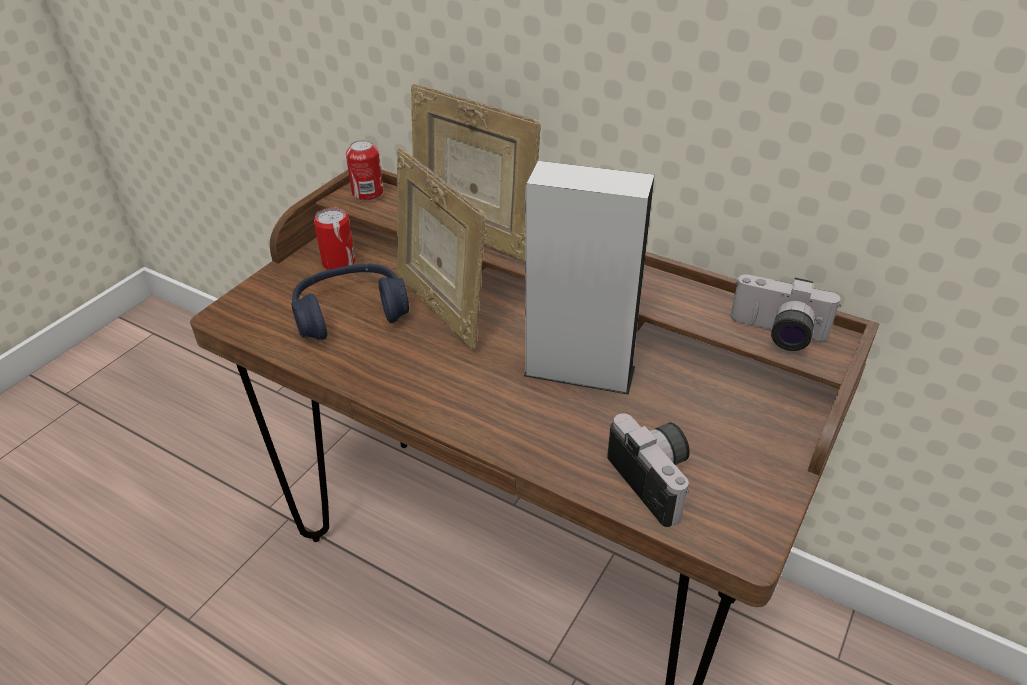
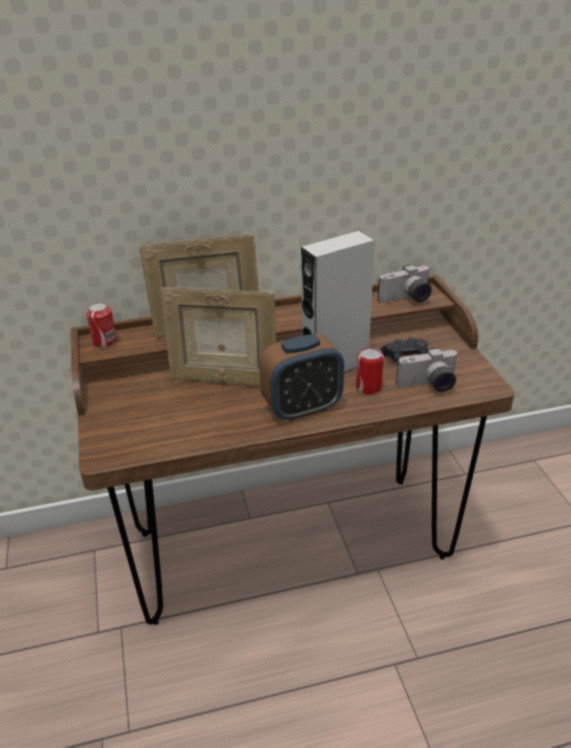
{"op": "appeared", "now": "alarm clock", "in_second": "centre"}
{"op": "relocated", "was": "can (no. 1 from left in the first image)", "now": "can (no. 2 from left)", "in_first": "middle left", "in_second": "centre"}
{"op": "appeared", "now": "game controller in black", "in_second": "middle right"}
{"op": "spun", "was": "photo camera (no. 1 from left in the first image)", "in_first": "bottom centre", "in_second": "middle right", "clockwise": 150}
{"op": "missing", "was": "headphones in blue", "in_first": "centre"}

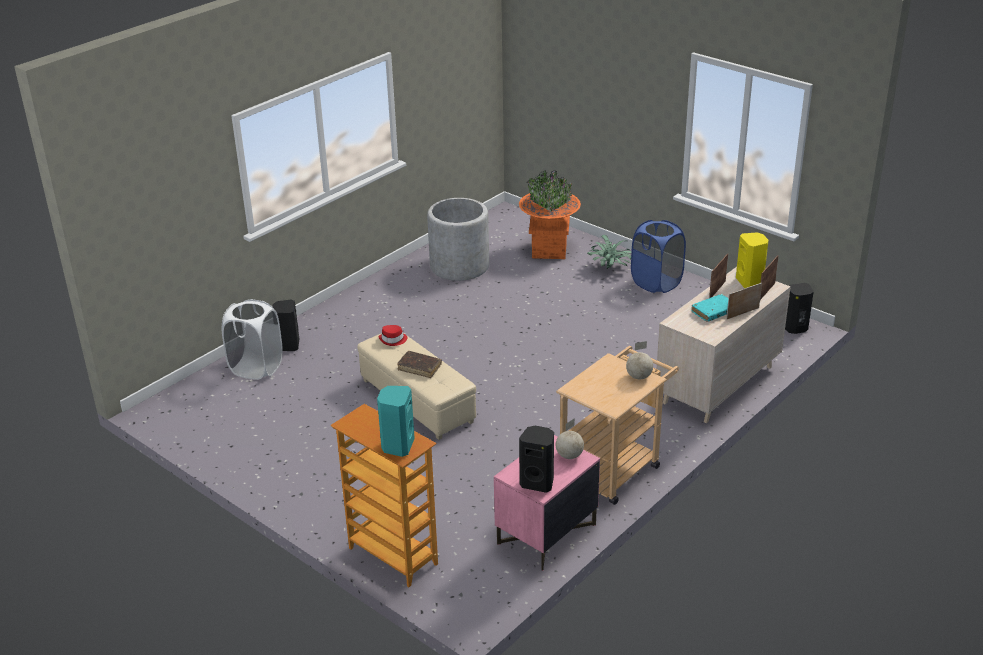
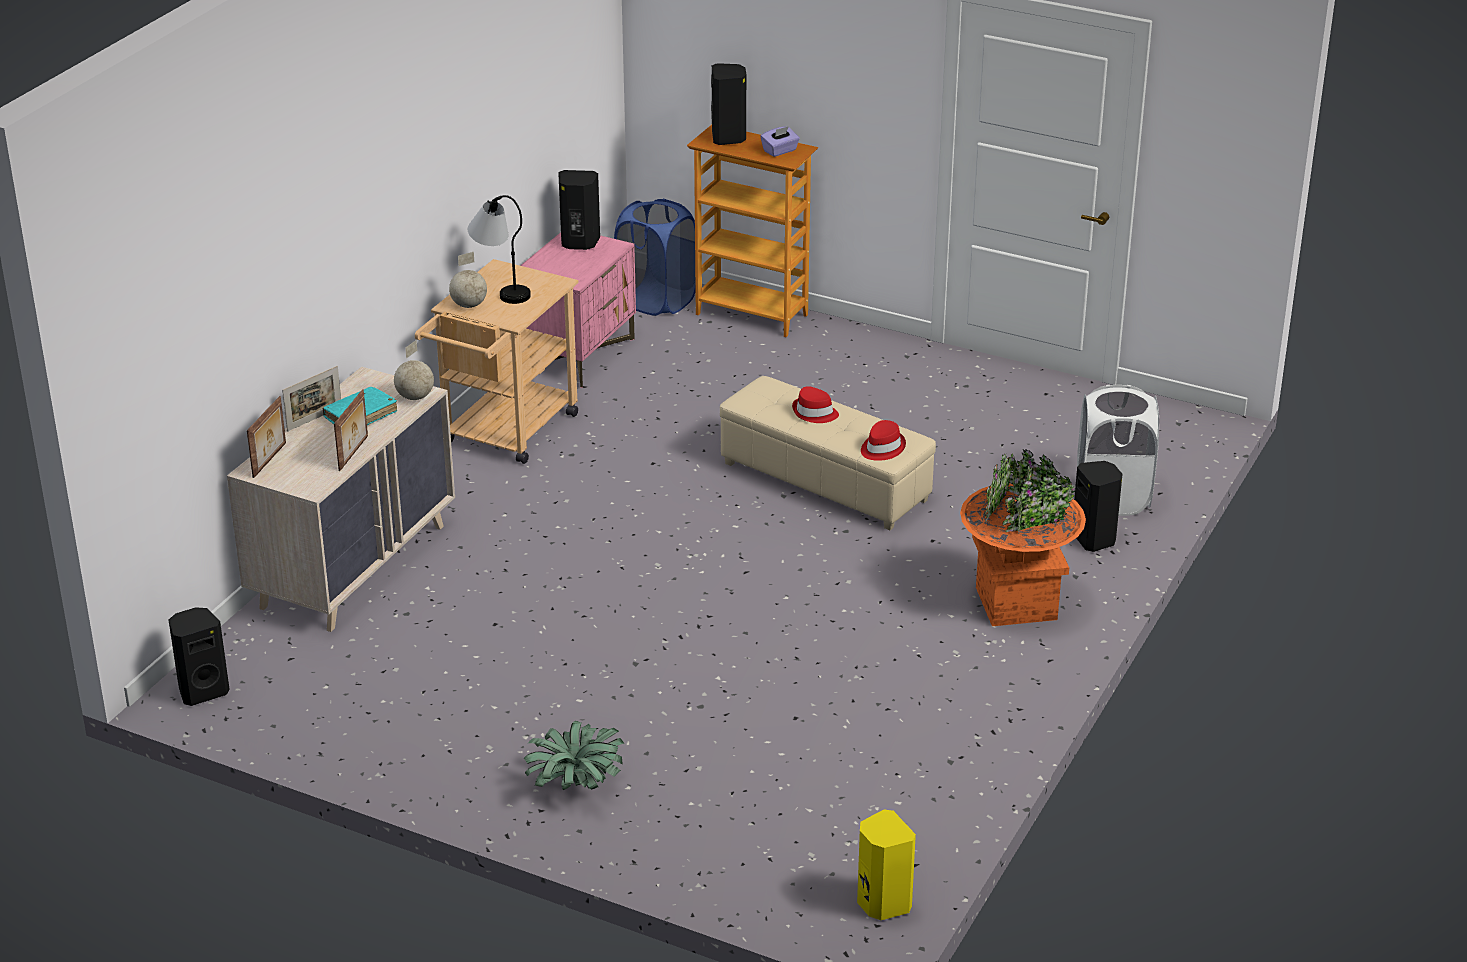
{"op": "relocated", "was": "globe (no. 1 from left)", "in_first": "bottom centre", "in_second": "middle left"}
{"op": "appeared", "now": "table lamp", "in_second": "top centre"}
{"op": "relocated", "was": "laundry basket in blue", "in_first": "middle right", "in_second": "top centre"}
{"op": "colour", "was": "speaker in turquoise", "now": "speaker in black (no. 3 from left)", "in_first": "centre", "in_second": "top centre"}
{"op": "appeared", "now": "tissue box in purple", "in_second": "top centre"}
{"op": "exchanged", "was": "book in brown", "now": "hat in red (no. 1 from left)", "in_first": "centre", "in_second": "centre"}
{"op": "relocated", "was": "speaker in yellow", "in_first": "middle right", "in_second": "bottom centre"}
{"op": "relocated", "was": "planter in orange", "in_first": "top centre", "in_second": "middle right"}
{"op": "missing", "was": "planter in grey", "in_first": "centre"}

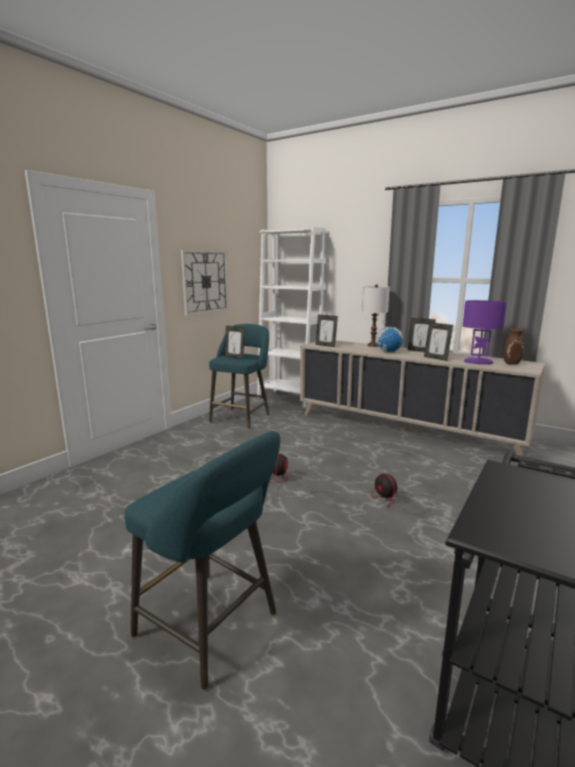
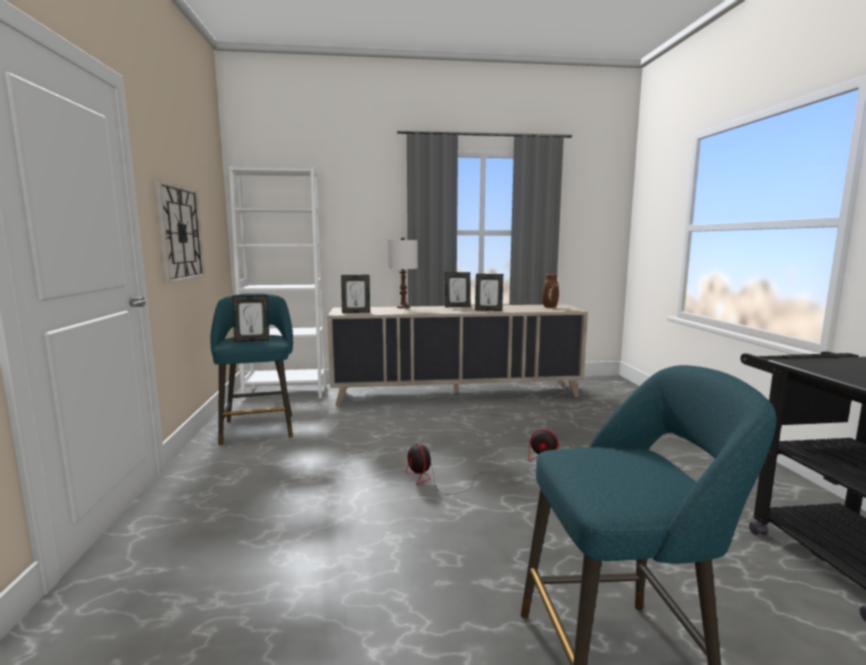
{"op": "missing", "was": "globe", "in_first": "middle right"}
{"op": "missing", "was": "table lamp in purple", "in_first": "middle right"}

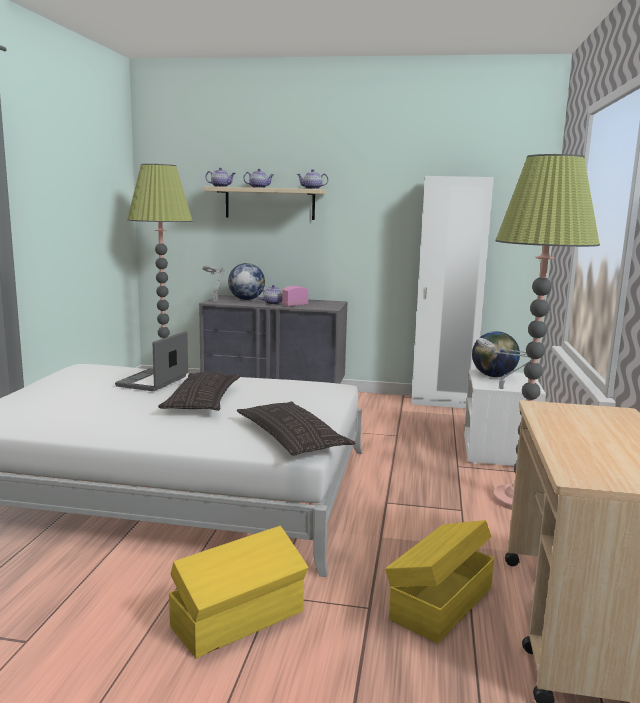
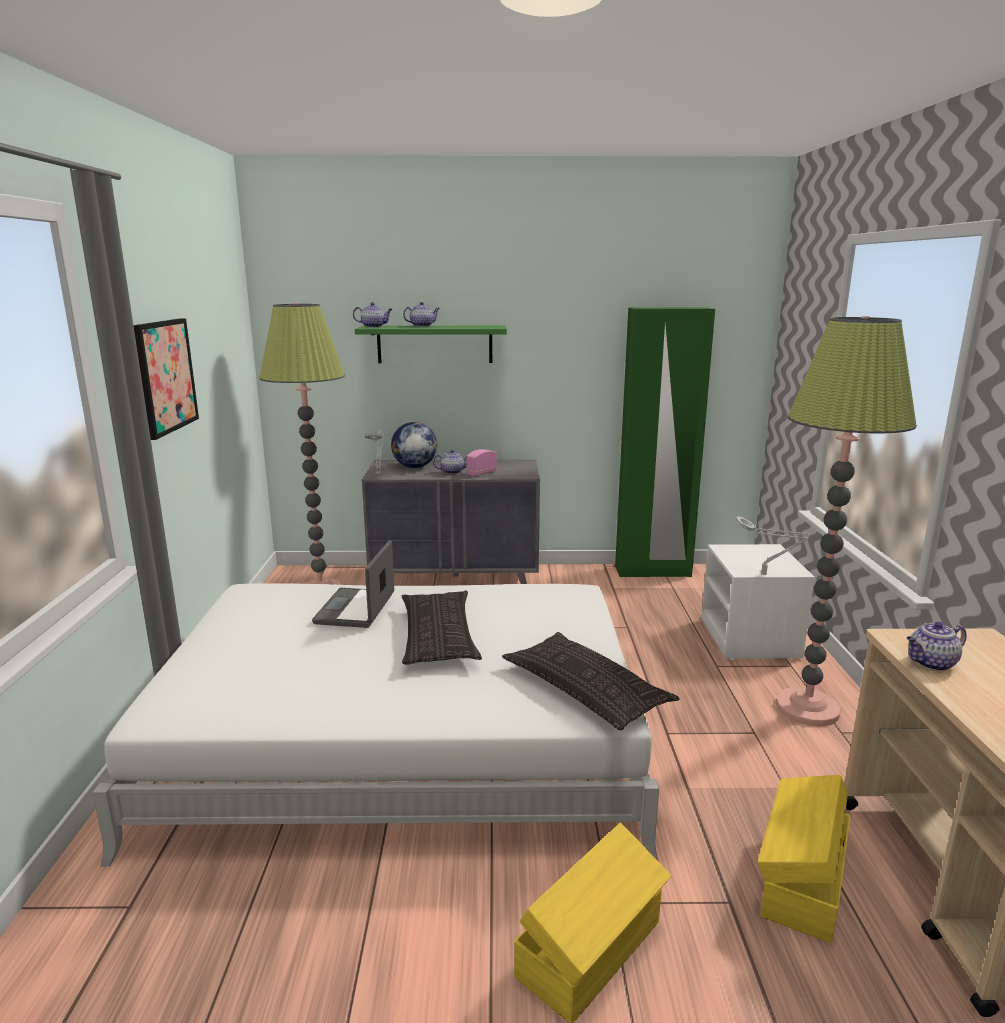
{"op": "appeared", "now": "picture", "in_second": "middle left"}
{"op": "colour", "was": "shelf in beige", "now": "shelf in green", "in_first": "top centre", "in_second": "centre"}
{"op": "colour", "was": "wardrobe in white", "now": "wardrobe in green", "in_first": "middle right", "in_second": "centre"}
{"op": "relocated", "was": "teapot (no. 4 from left)", "in_first": "top centre", "in_second": "middle right"}
{"op": "missing", "was": "globe (no. 2 from left)", "in_first": "middle right"}

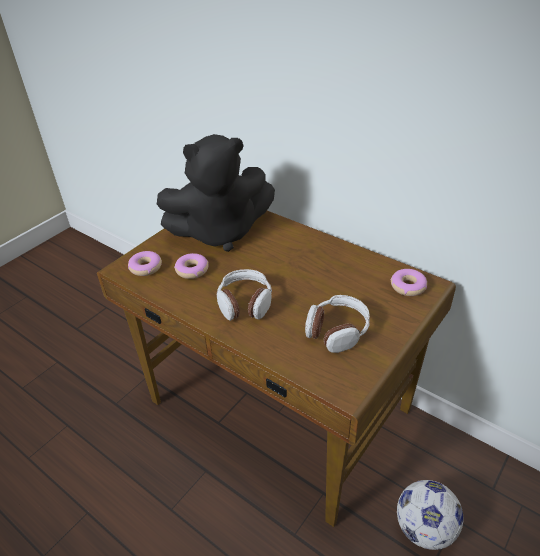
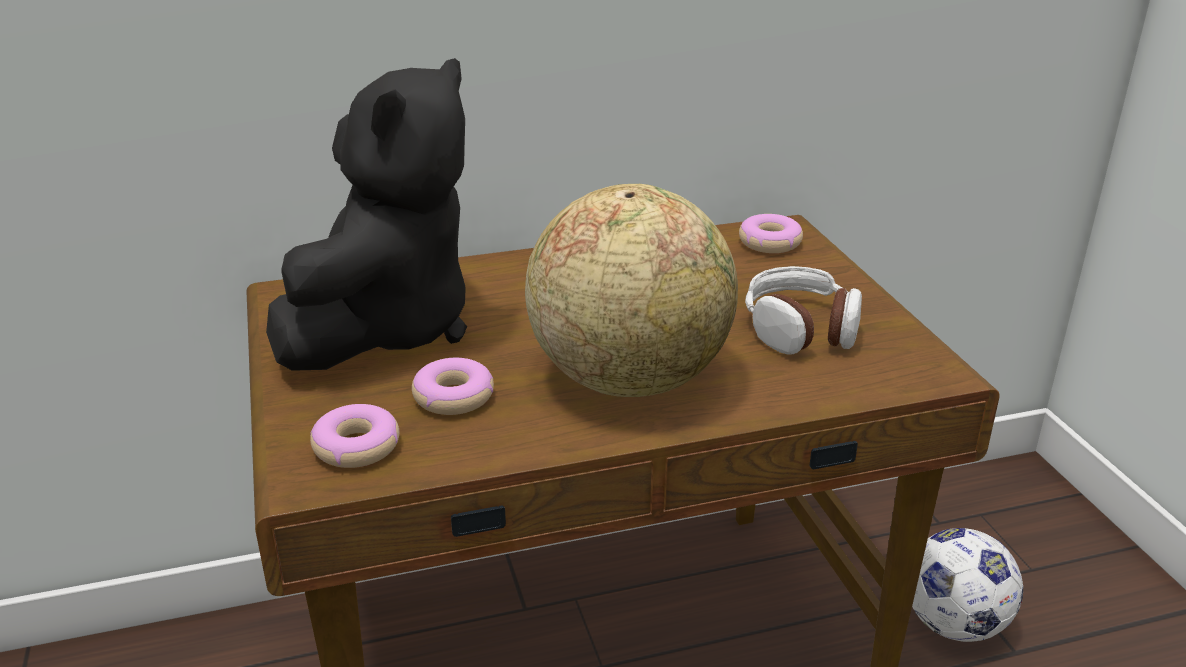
{"op": "exchanged", "was": "headphones (no. 1 from left)", "now": "globe", "in_first": "centre", "in_second": "centre"}

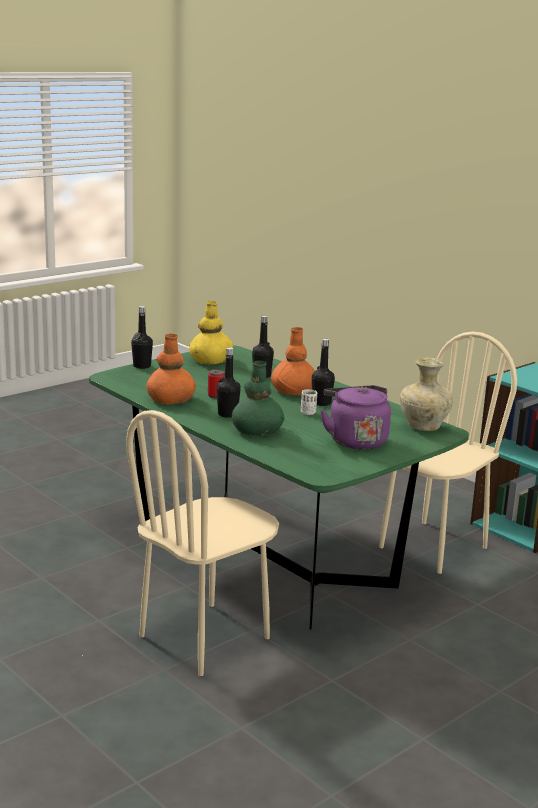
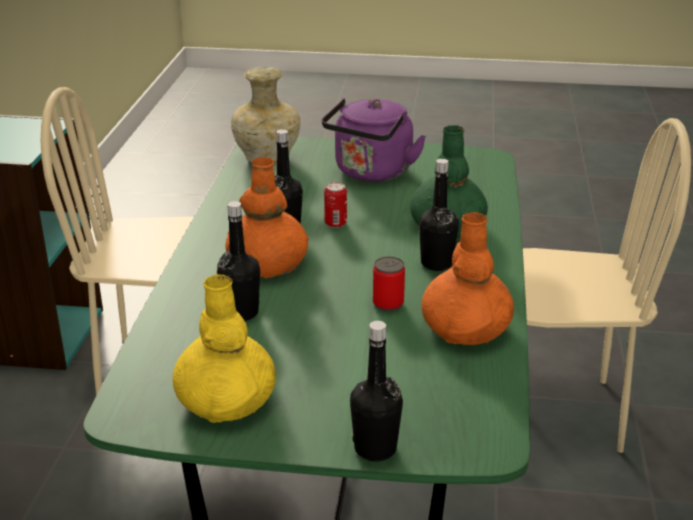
{"op": "exchanged", "was": "cup in white", "now": "can (no. 1 from left)", "in_first": "centre", "in_second": "centre"}

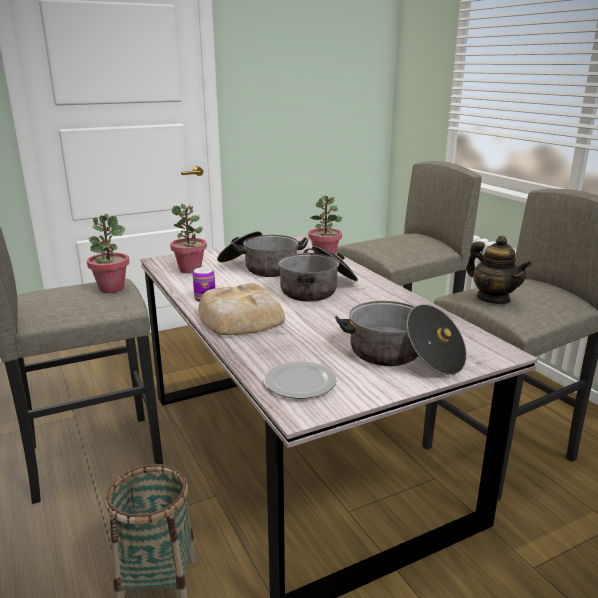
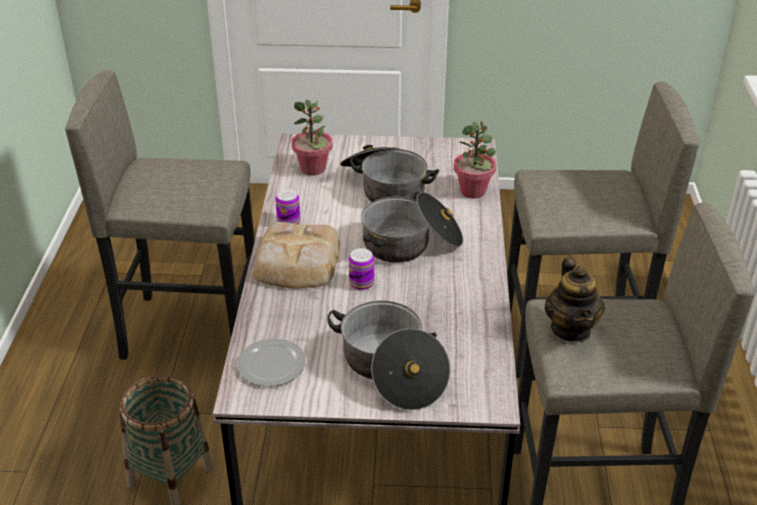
{"op": "appeared", "now": "can (no. 2 from left)", "in_second": "centre"}
{"op": "missing", "was": "potted plant (no. 1 from left)", "in_first": "middle left"}

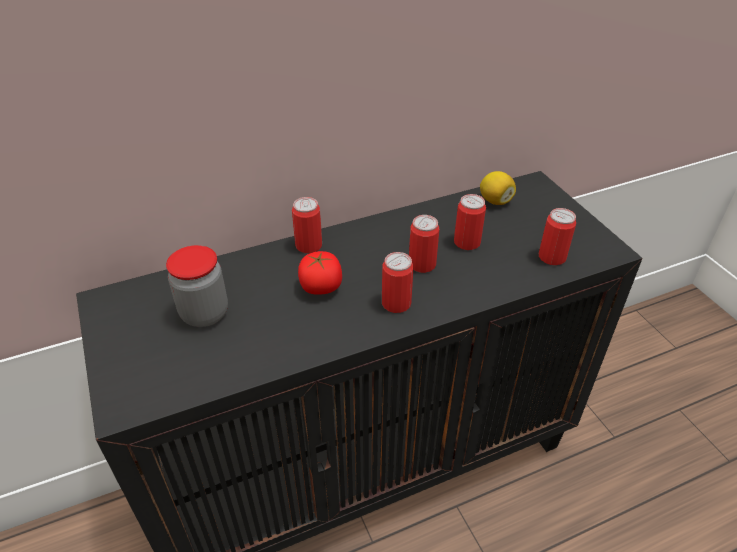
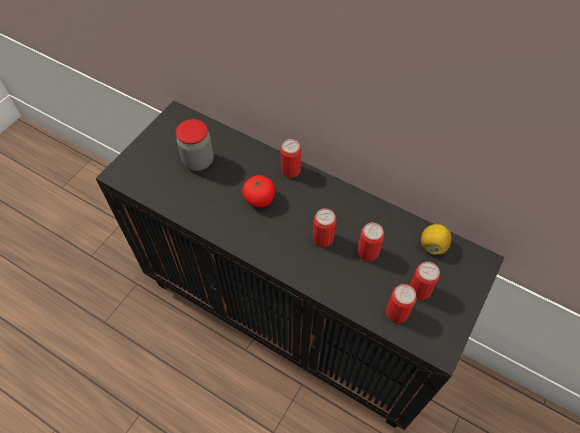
{"op": "relocated", "was": "can (no. 2 from left in the first image)", "now": "can (no. 5 from left)", "in_first": "centre", "in_second": "middle right"}

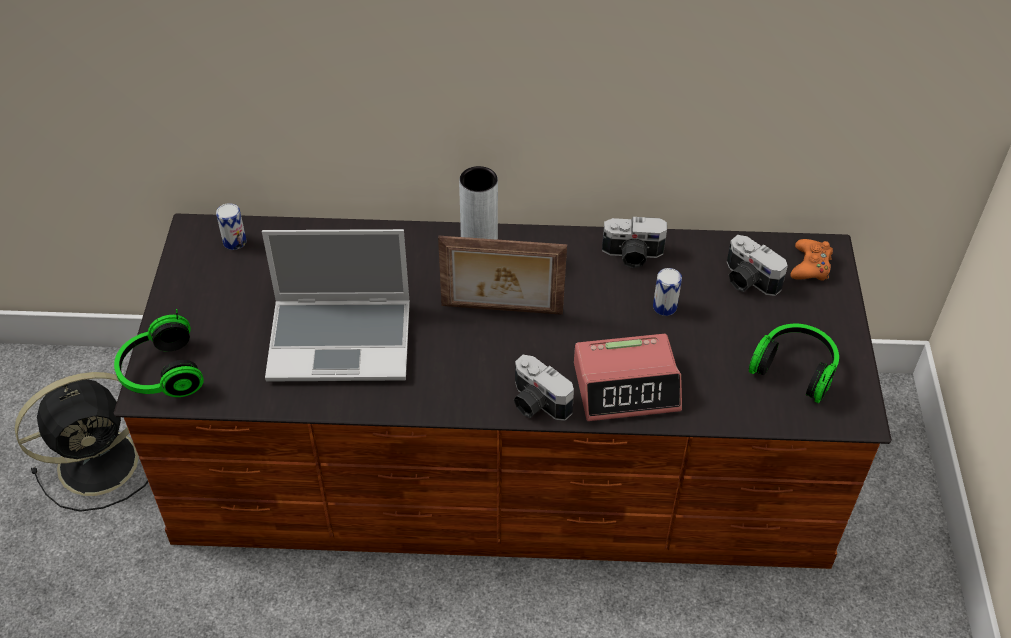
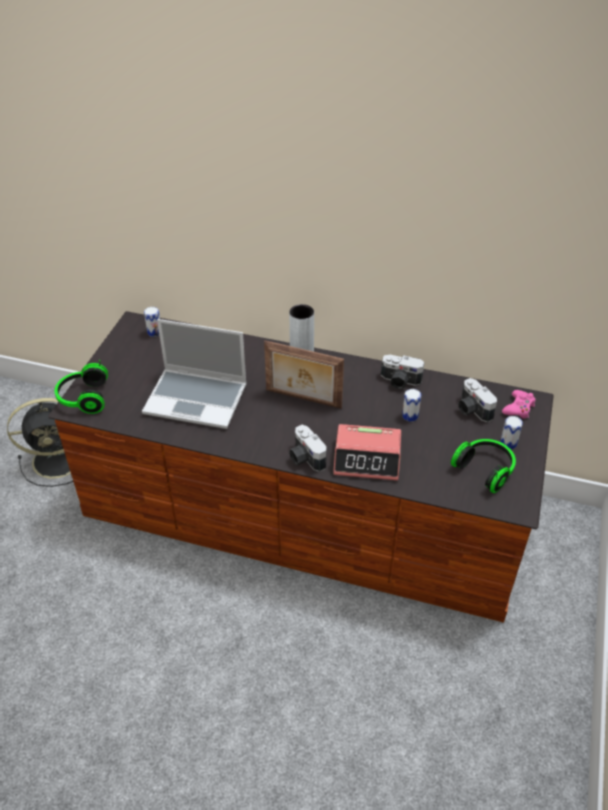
{"op": "appeared", "now": "can (no. 3 from left)", "in_second": "middle right"}
{"op": "colour", "was": "game controller in orange", "now": "game controller in pink", "in_first": "middle right", "in_second": "middle right"}

